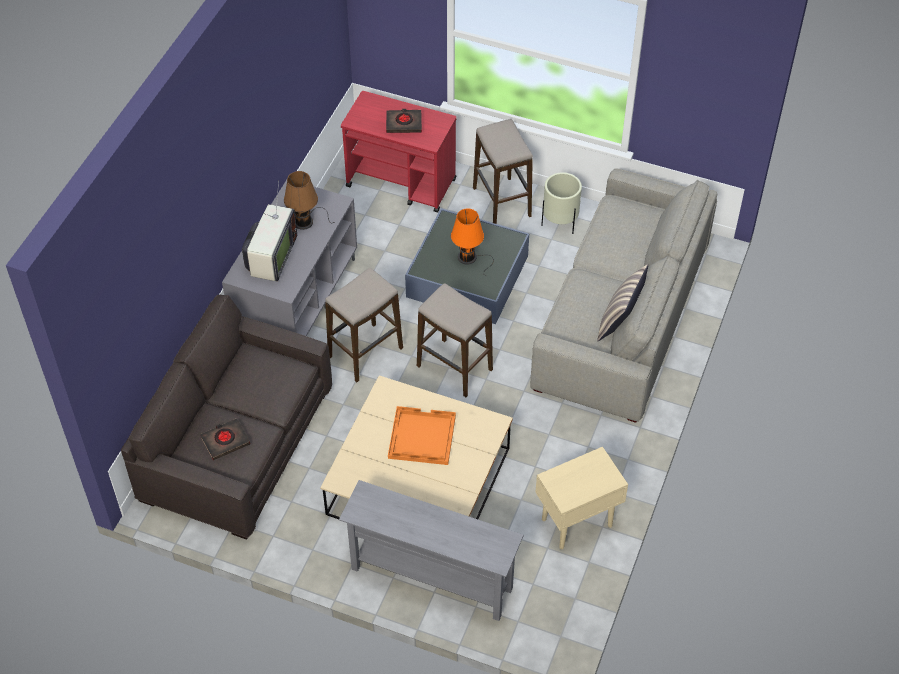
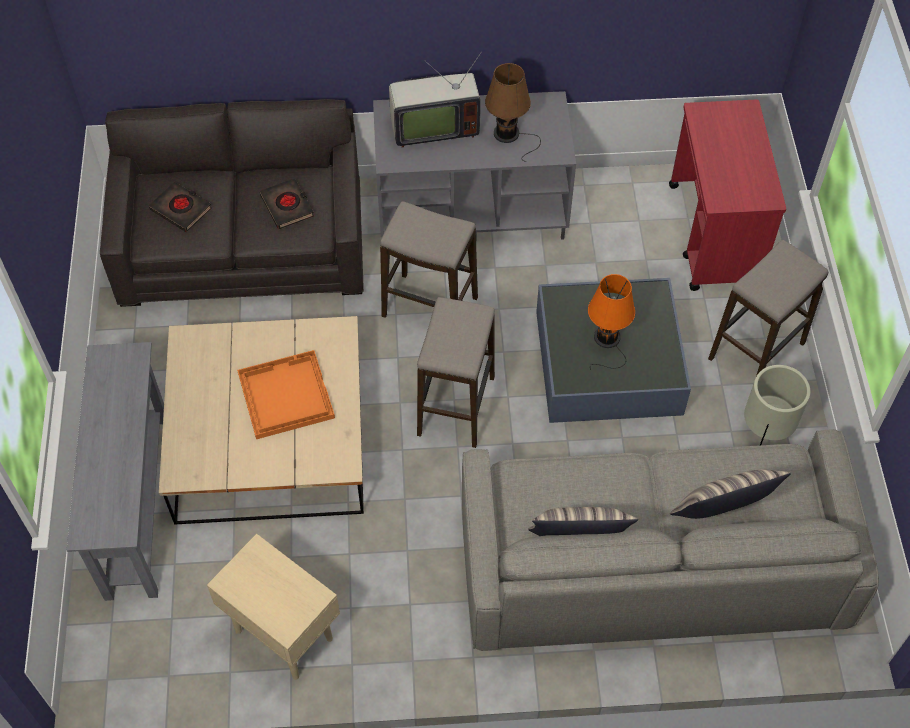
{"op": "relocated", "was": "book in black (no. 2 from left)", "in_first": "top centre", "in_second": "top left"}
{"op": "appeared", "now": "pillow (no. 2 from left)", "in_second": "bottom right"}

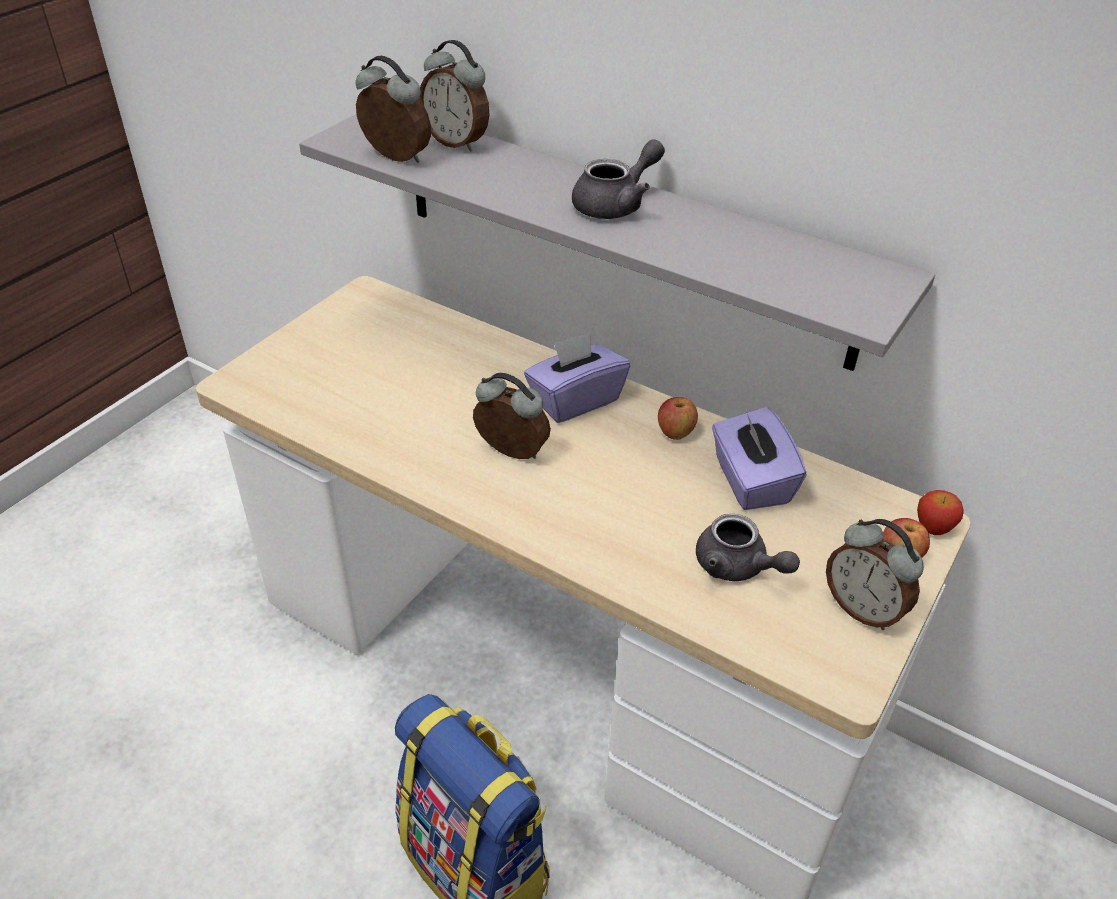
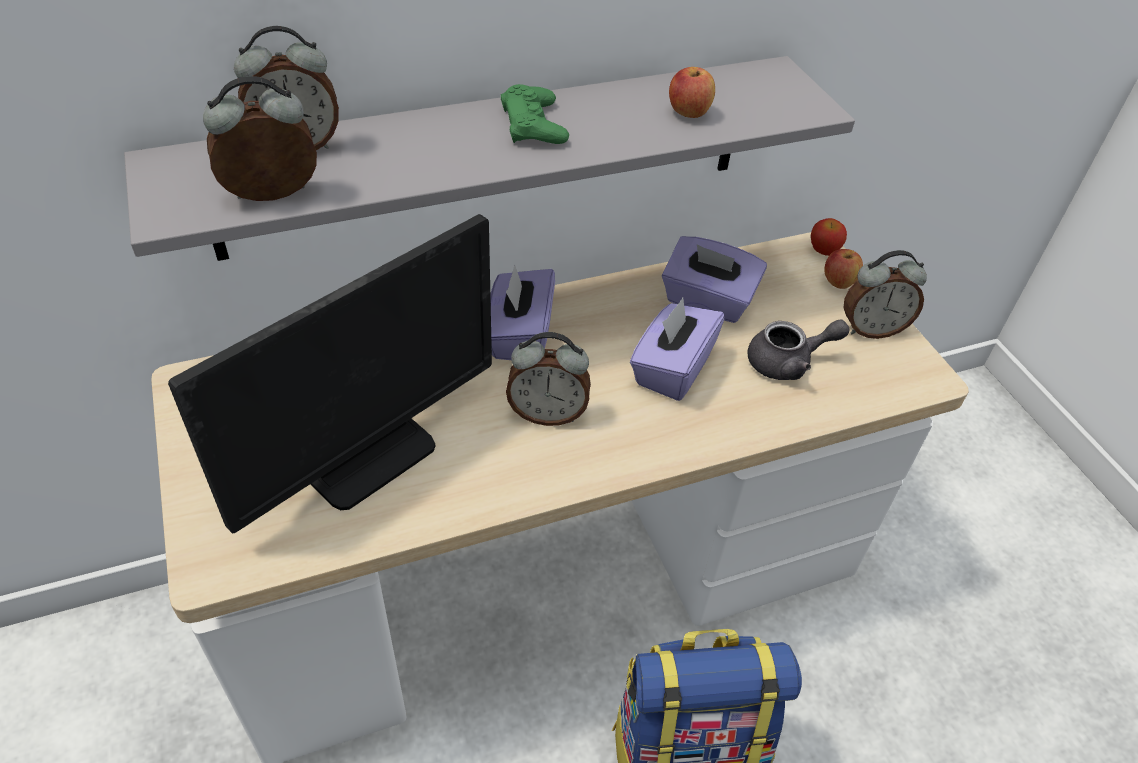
{"op": "appeared", "now": "monitor", "in_second": "middle left"}
{"op": "exchanged", "was": "teapot in grey (no. 1 from left)", "now": "game controller in green", "in_first": "top centre", "in_second": "top centre"}
{"op": "spun", "was": "alarm clock (no. 3 from left)", "in_first": "centre", "in_second": "centre", "clockwise": -150}
{"op": "appeared", "now": "tissue box in purple (no. 2 from left)", "in_second": "centre"}
{"op": "relocated", "was": "apple (no. 1 from left)", "in_first": "centre", "in_second": "top centre"}

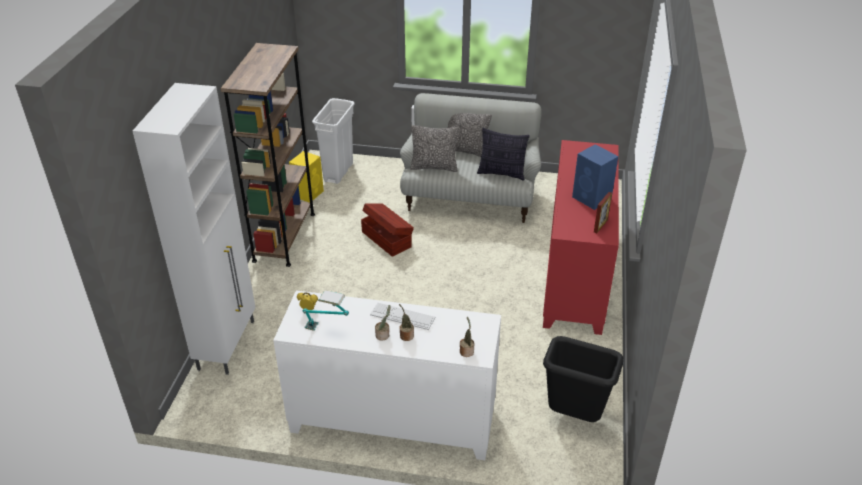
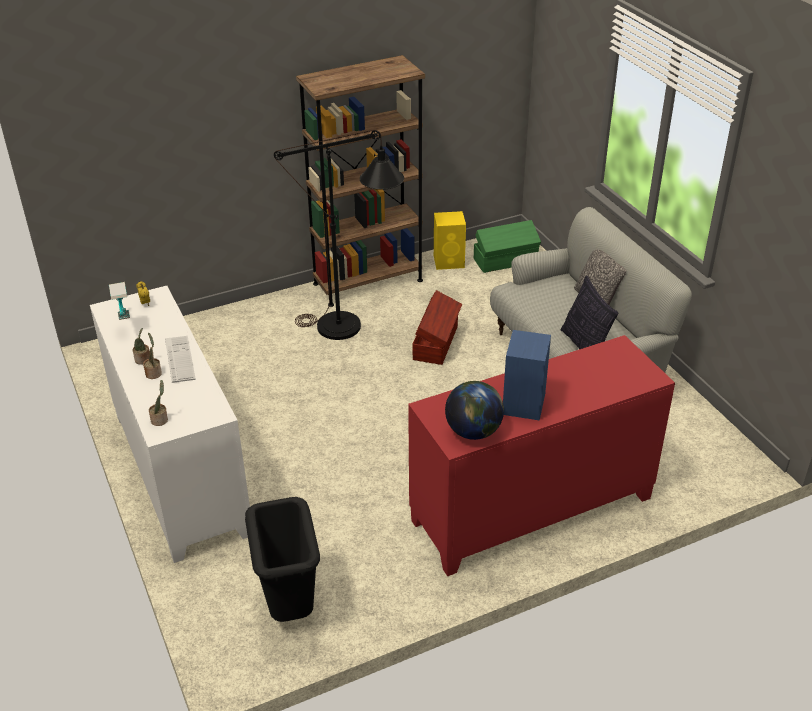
{"op": "appeared", "now": "floor lamp in black", "in_second": "top centre"}
{"op": "exchanged", "was": "picture frame", "now": "globe", "in_first": "middle right", "in_second": "centre"}
{"op": "exchanged", "was": "trash can in white", "now": "storage box in green", "in_first": "top centre", "in_second": "centre"}
{"op": "missing", "was": "cabinet in white (no. 1 from left)", "in_first": "middle left"}
{"op": "missing", "was": "pillow (no. 1 from left)", "in_first": "top centre"}

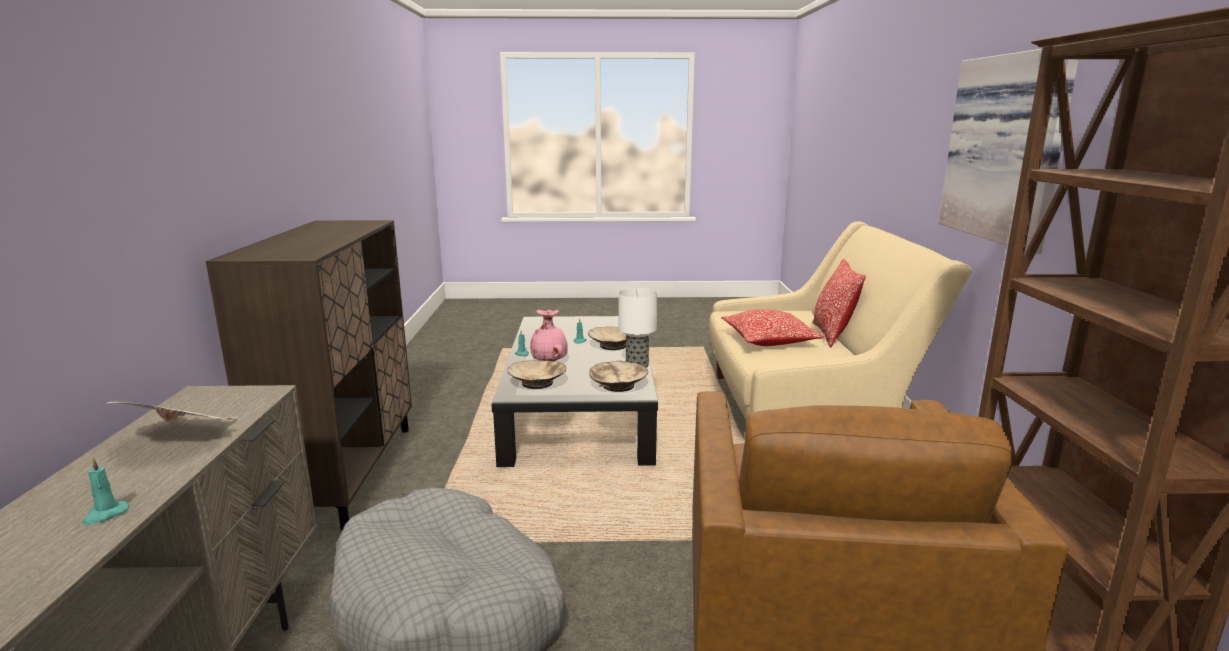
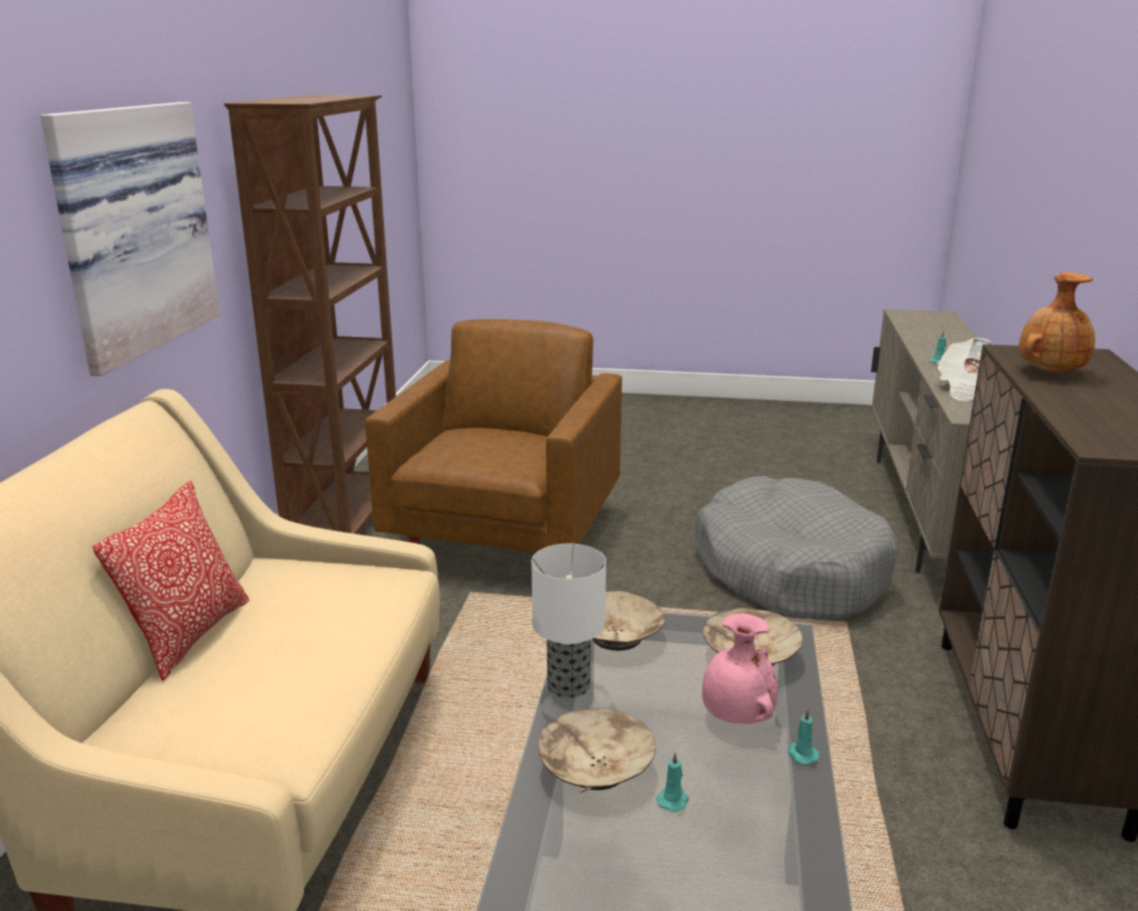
{"op": "appeared", "now": "vase in brown", "in_second": "middle right"}
{"op": "missing", "was": "pillow (no. 1 from left)", "in_first": "centre"}

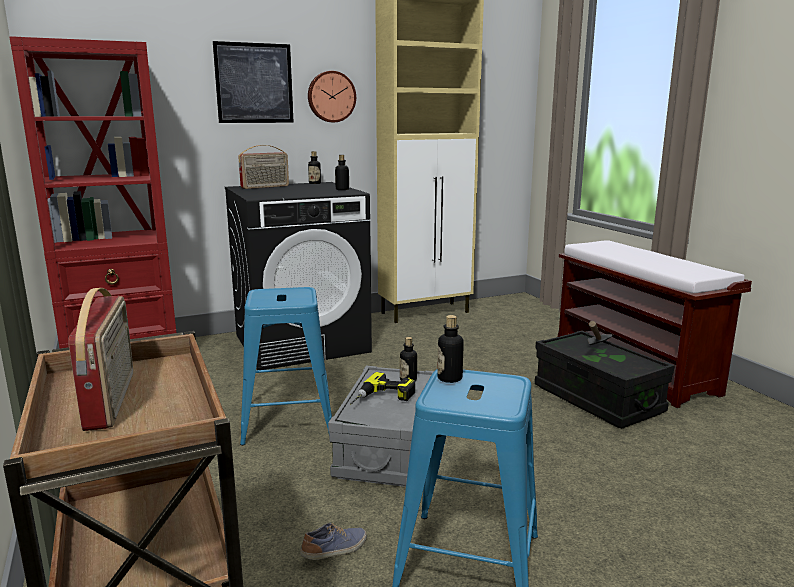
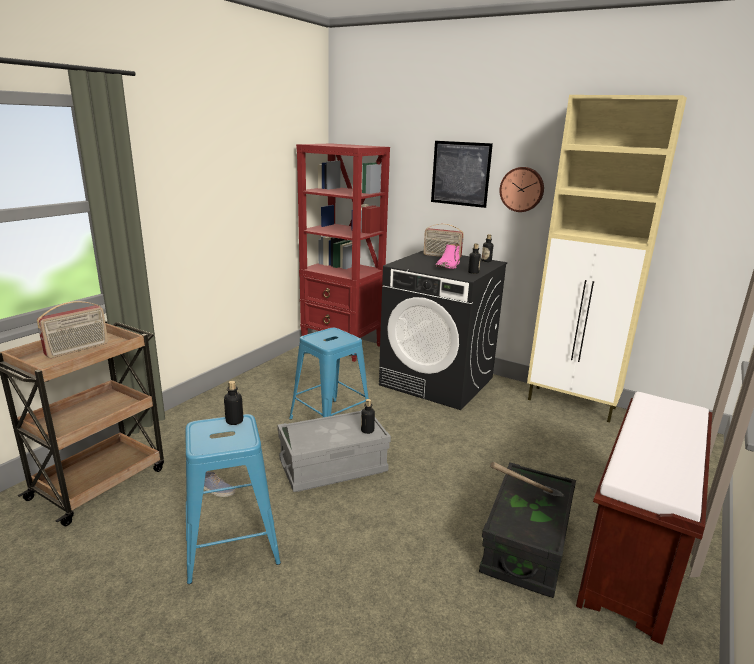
{"op": "appeared", "now": "boot in pink", "in_second": "centre"}
{"op": "missing", "was": "power drill", "in_first": "centre"}

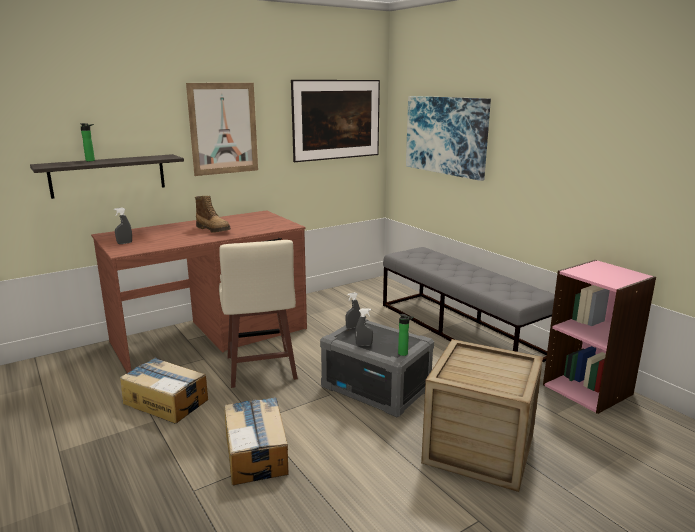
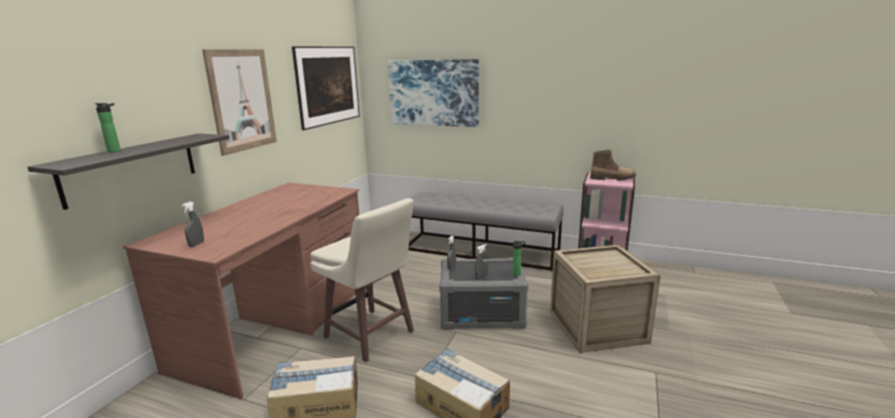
{"op": "relocated", "was": "boot", "in_first": "middle left", "in_second": "middle right"}

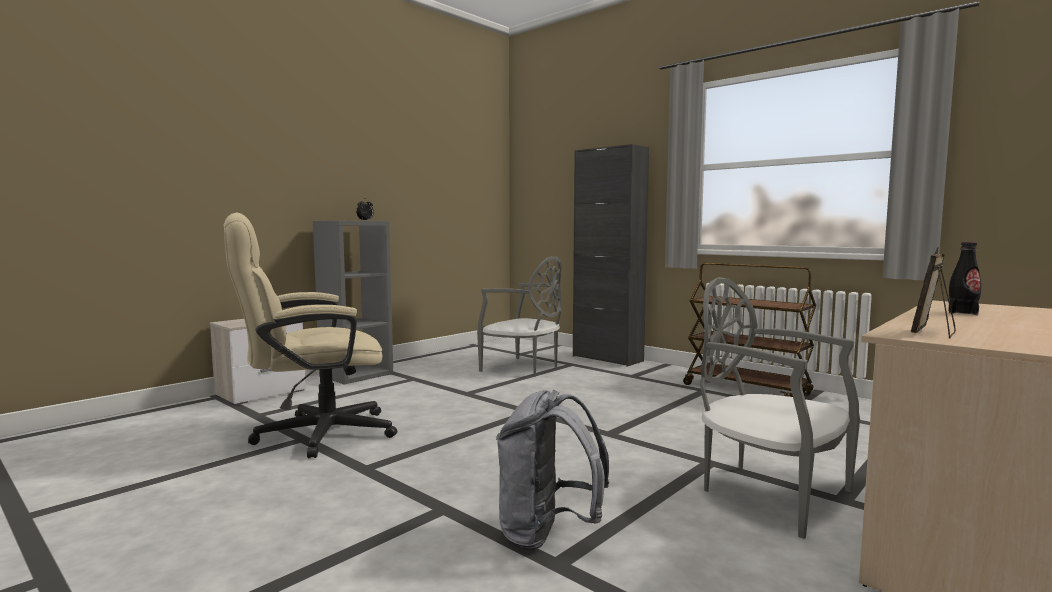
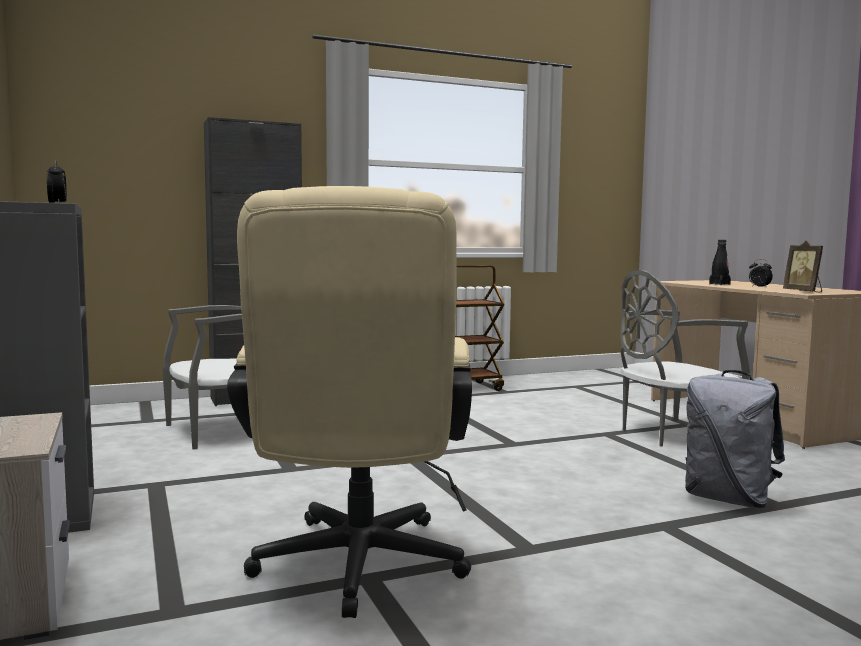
{"op": "appeared", "now": "alarm clock (no. 2 from left)", "in_second": "middle right"}

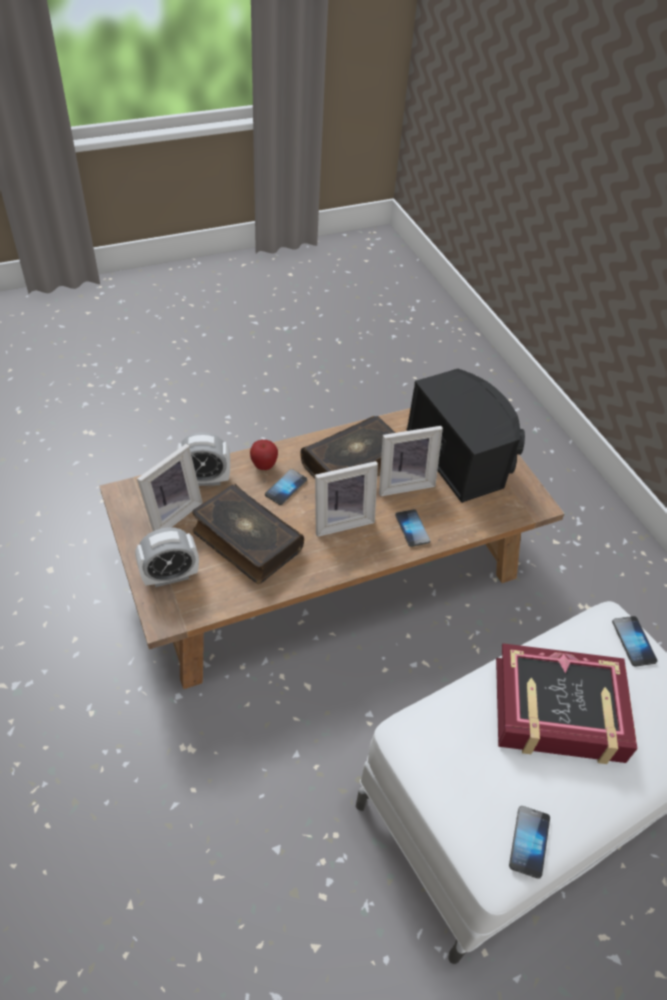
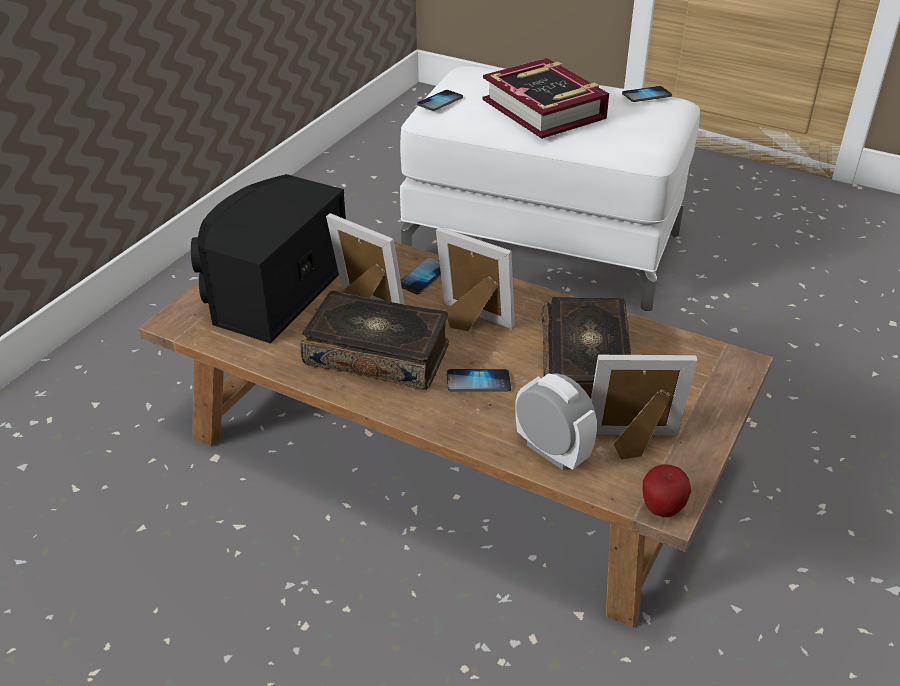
{"op": "relocated", "was": "apple", "in_first": "centre", "in_second": "bottom right"}
{"op": "missing", "was": "alarm clock (no. 1 from left)", "in_first": "middle left"}

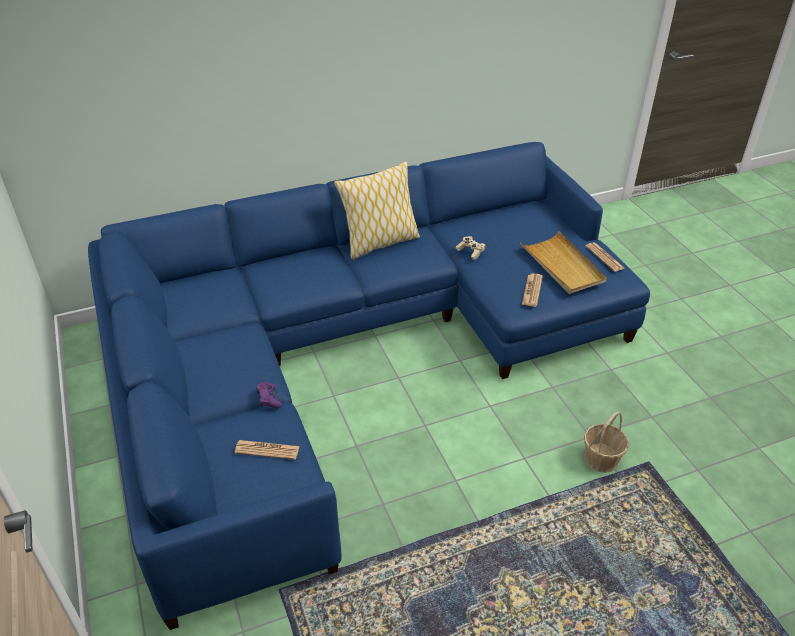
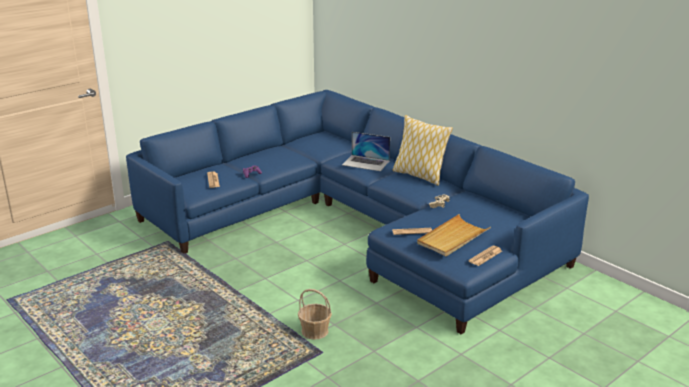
{"op": "appeared", "now": "laptop", "in_second": "centre"}

